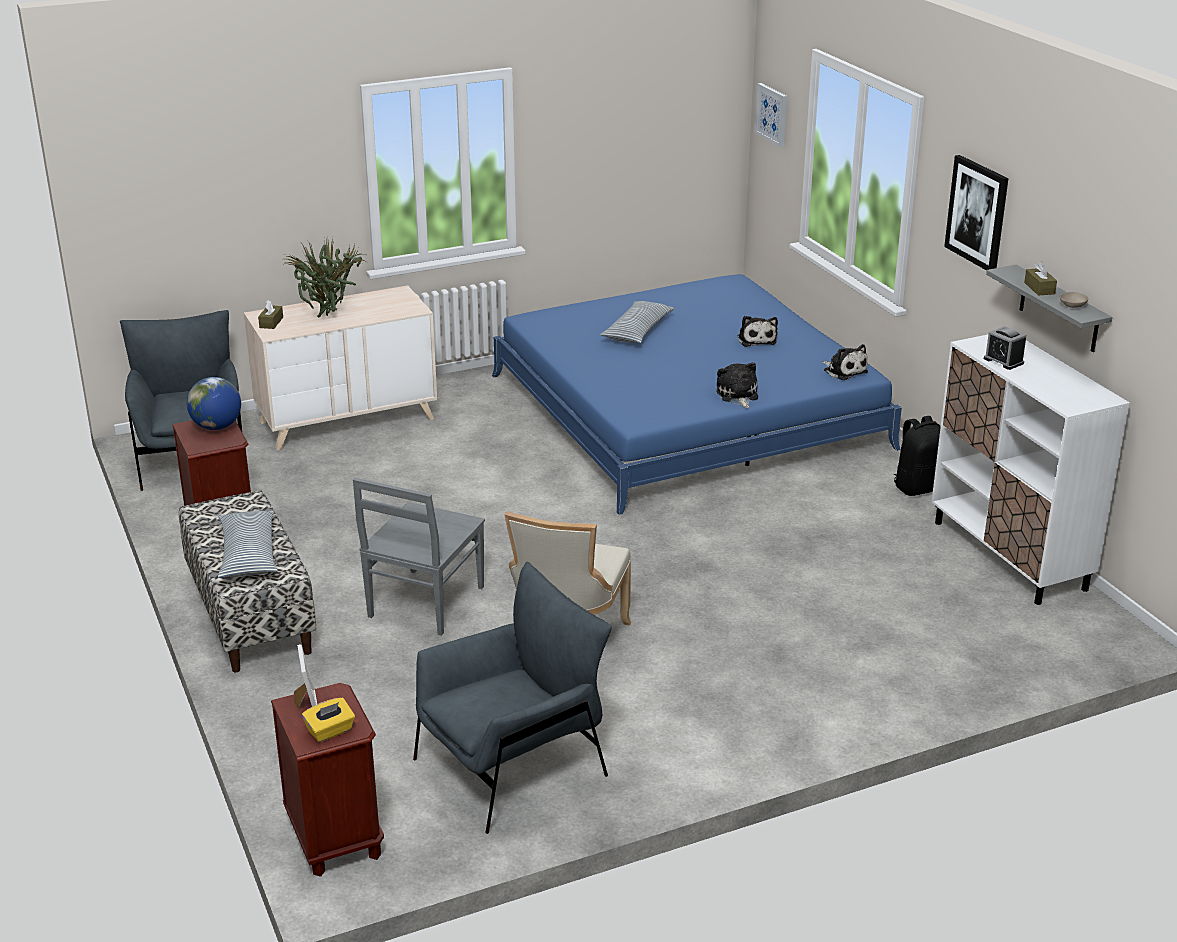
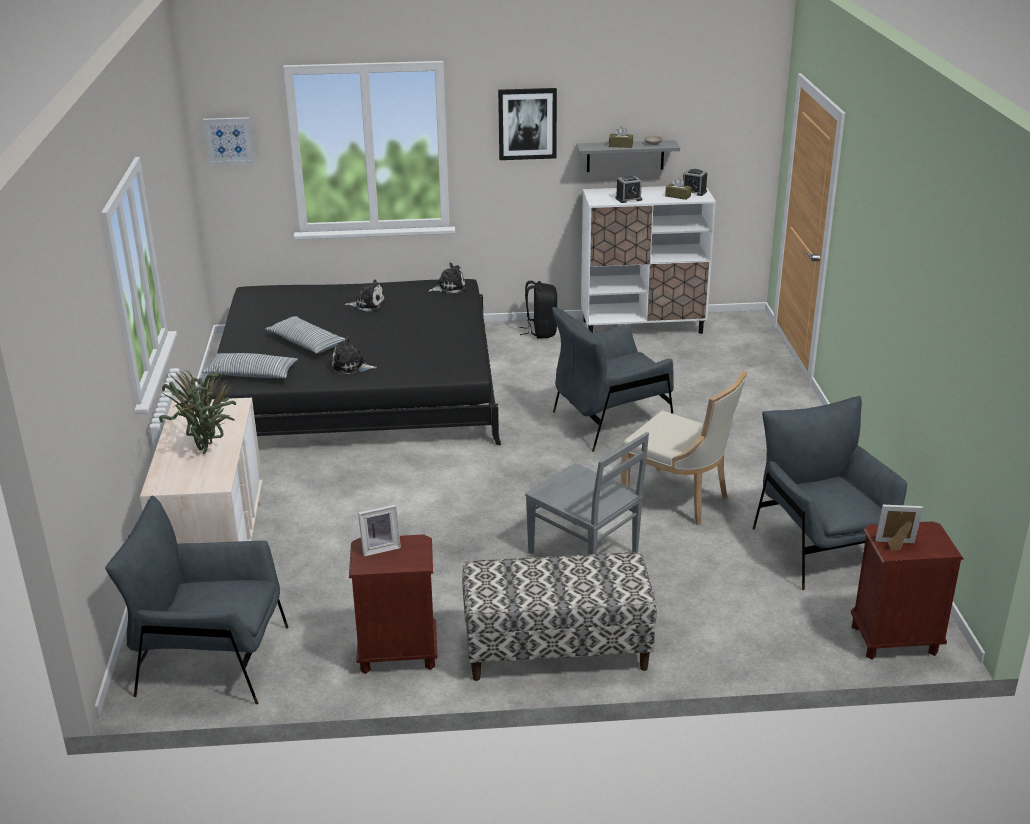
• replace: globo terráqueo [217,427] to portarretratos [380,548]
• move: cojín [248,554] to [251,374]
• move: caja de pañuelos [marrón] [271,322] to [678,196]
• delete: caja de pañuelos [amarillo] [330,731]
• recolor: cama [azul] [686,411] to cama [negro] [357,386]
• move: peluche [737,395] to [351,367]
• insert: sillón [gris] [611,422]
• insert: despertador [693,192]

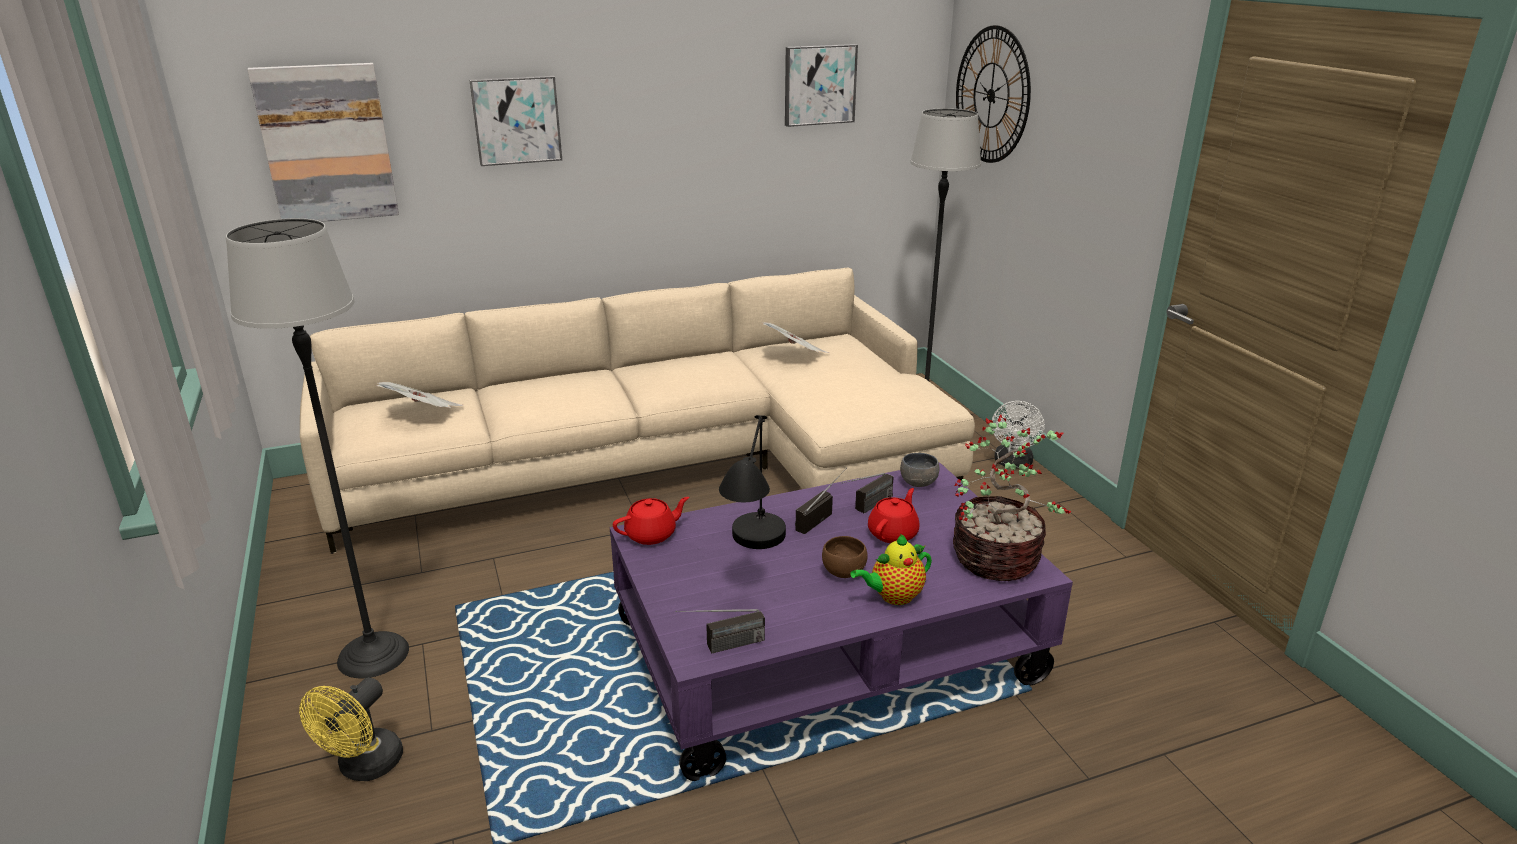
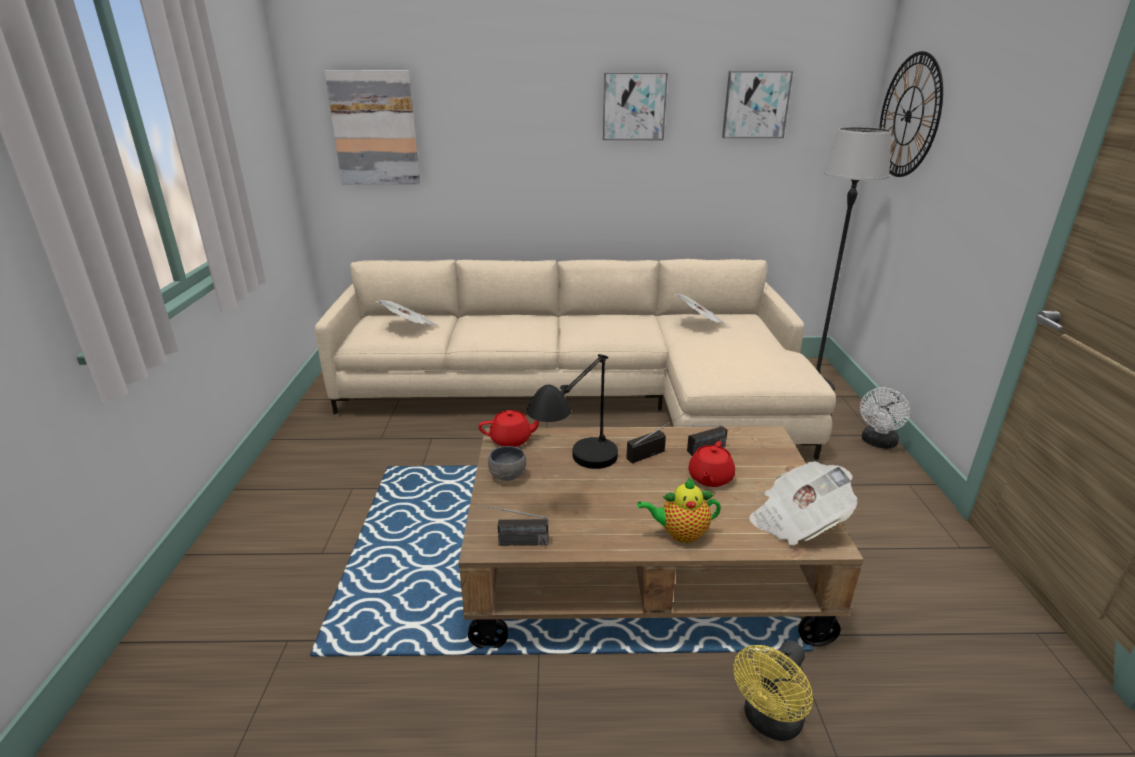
• delete: lámpara de pie [374,654]
• move: ventilador [amarillo] [364,767] to [769,722]
• move: cuadro [516,120] to [634,106]
• recolor: mesa de centro [morado] [826,650] to mesa de centro [marrón] [640,565]
• delete: cuenco [marrón] [842,571]
• rotate: tetera [rojo] [893,533] = [710,478] 150 degrees clockwise
• move: cuenco [gris] [918,482] to [508,475]
• replace: planta en maceta [998,559] to periódico [797,521]

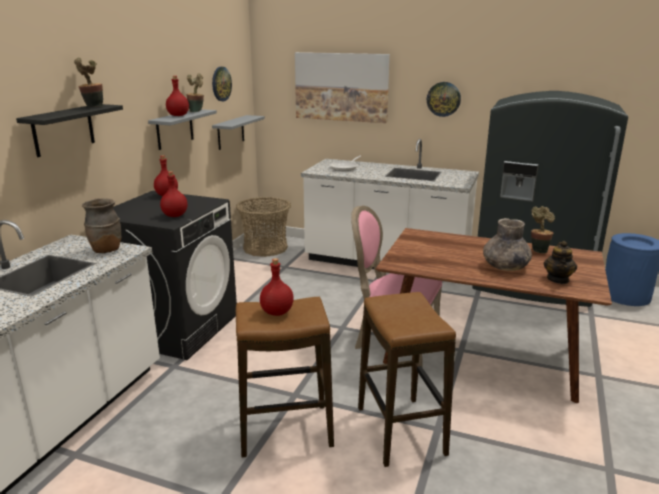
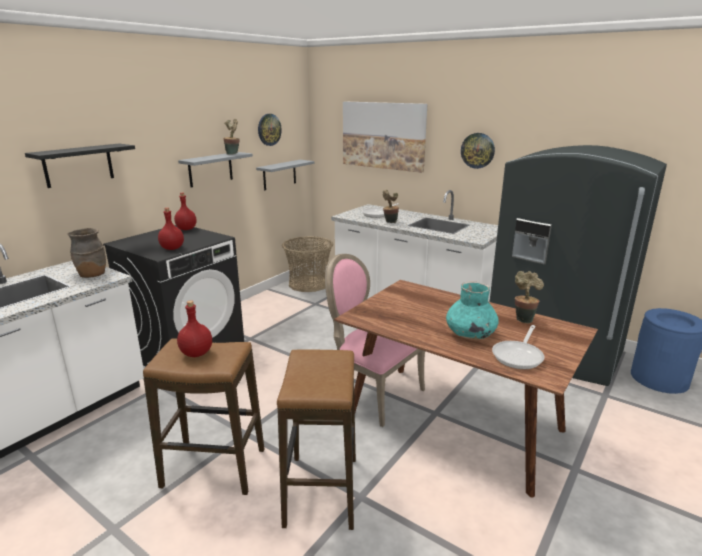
• move: planta en maceta [92,107] to [389,222]
• delete: botella [rojo] [178,115]
• recolor: florero [gris] [505,267] to florero [turquesa] [470,333]
• replace: tetera [558,279] to sartén [519,356]

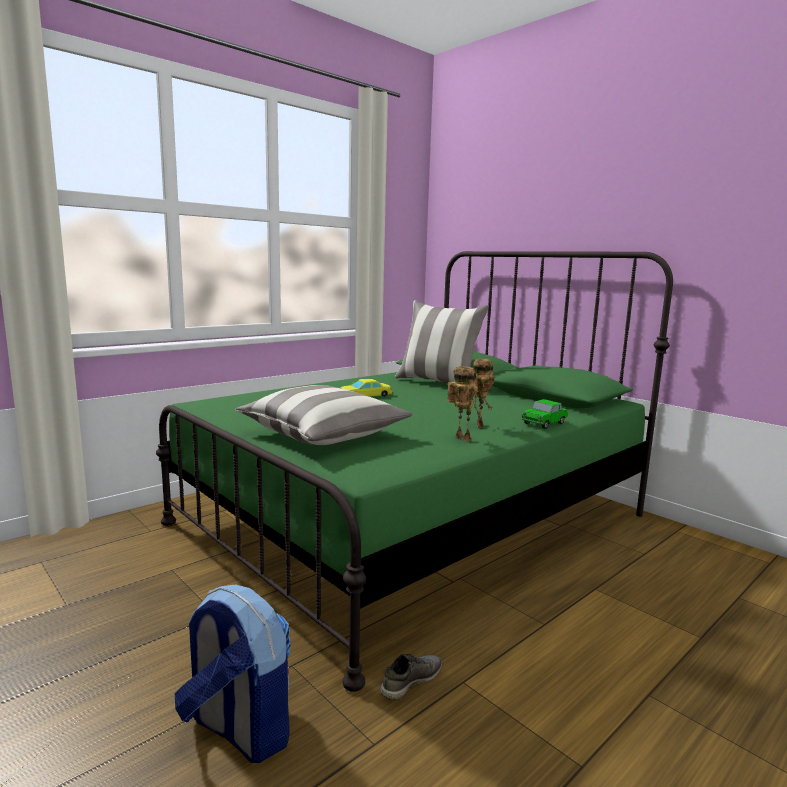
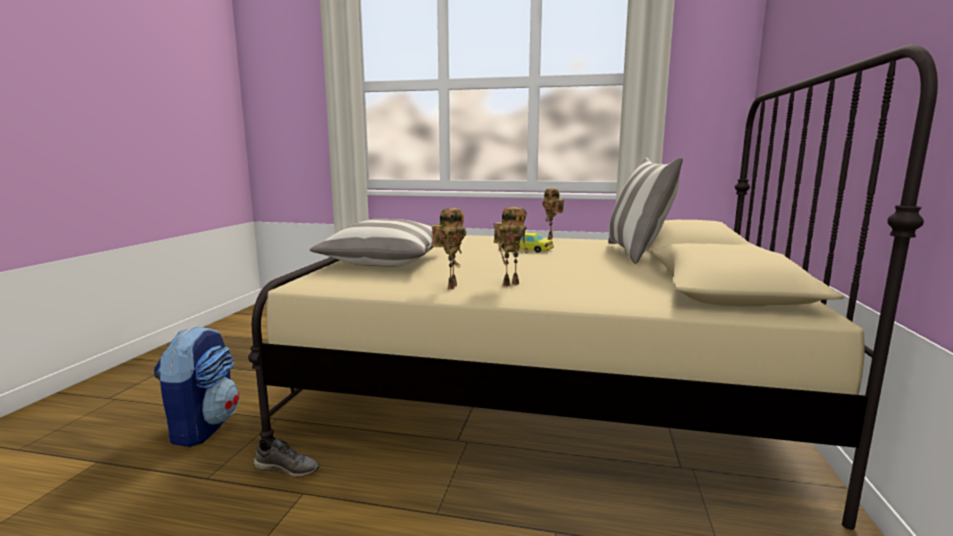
• recolor: cama [verde] [414,519] to cama [beis] [543,388]
• delete: coche de juguete [544,423]
• insert: robot de juguete [551,239]

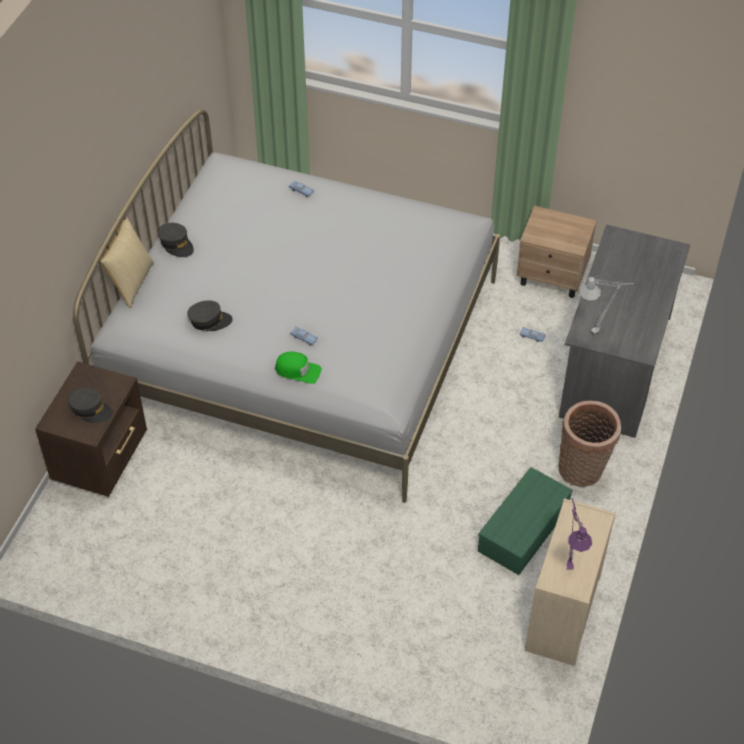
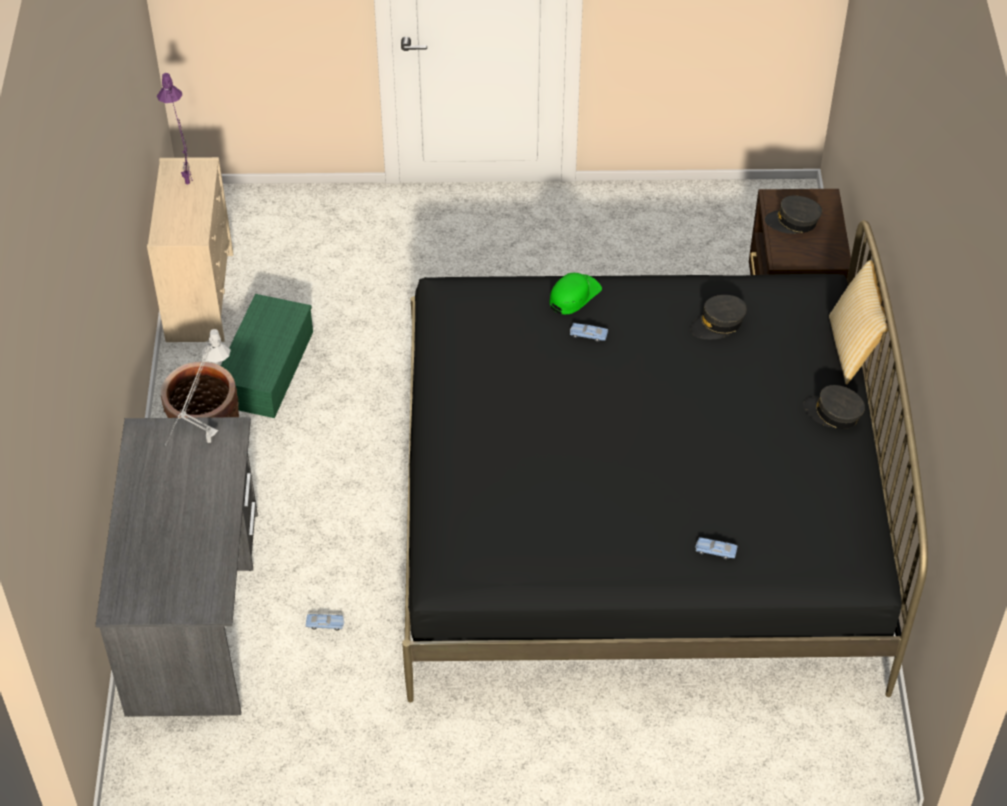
• recolor: cama [blanco] [302,344] to cama [negro] [638,517]
• rotate: gorra [verde] [298,370] = [574,295] 135 degrees clockwise
• delete: mesita de noche [beis] [553,277]

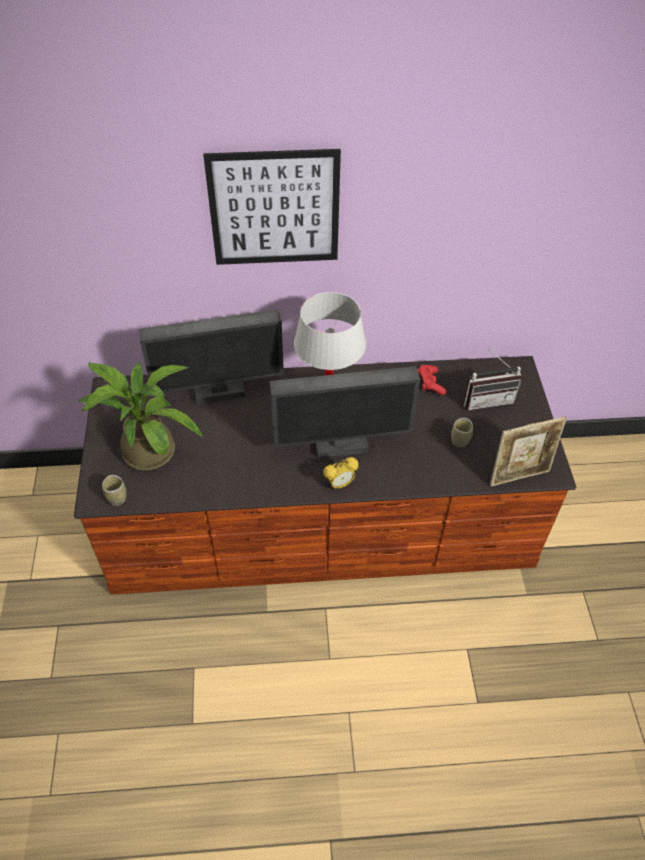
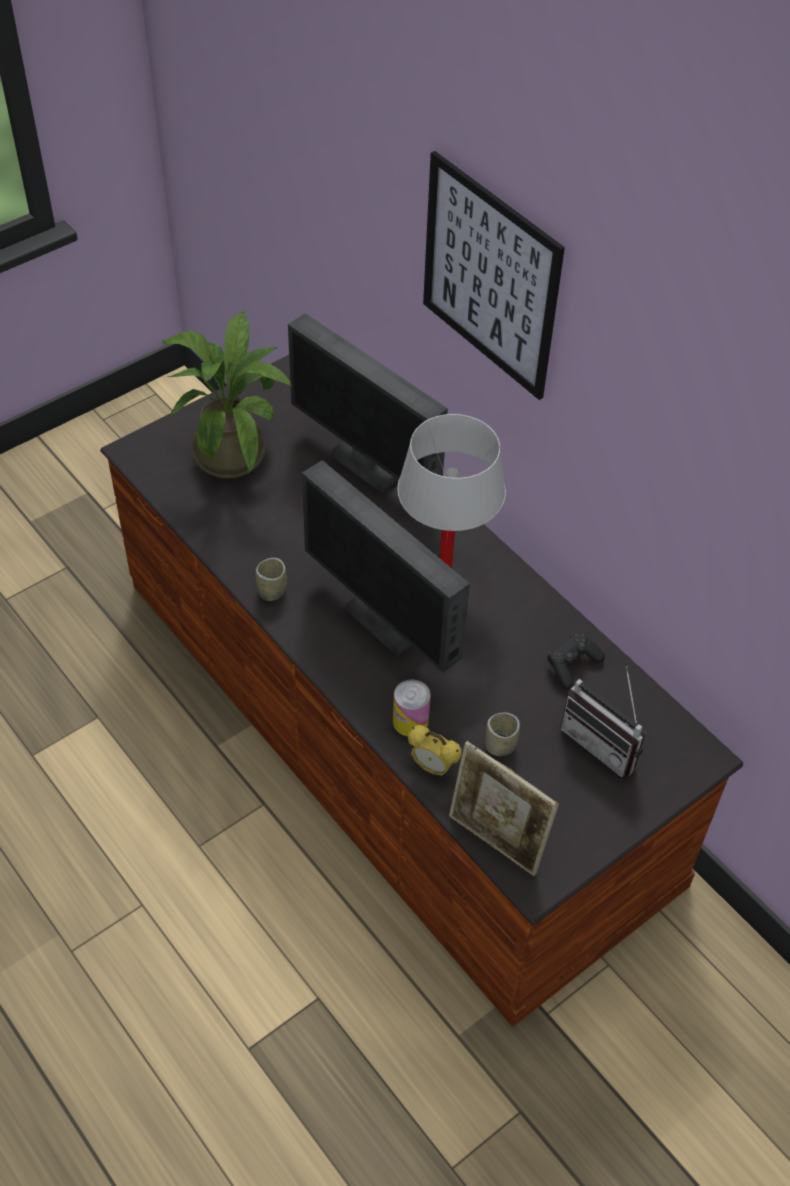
• move: taza [117,498] to [272,591]
• move: despertador [340,484] to [432,767]
• recolor: mando de consola [rojo] [430,384] to mando de consola [negro] [572,666]
• insert: lata [410,721]

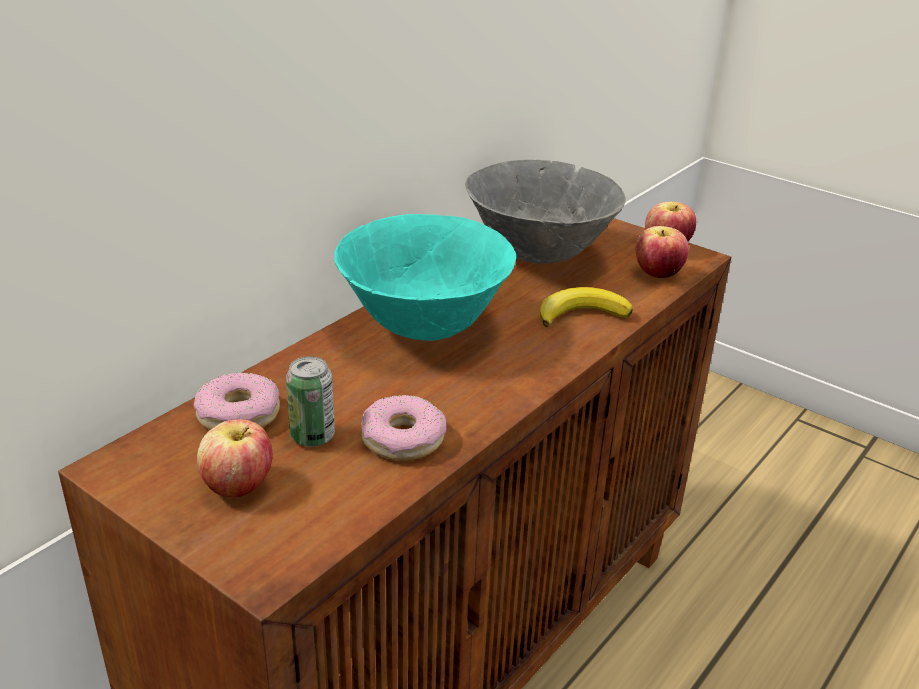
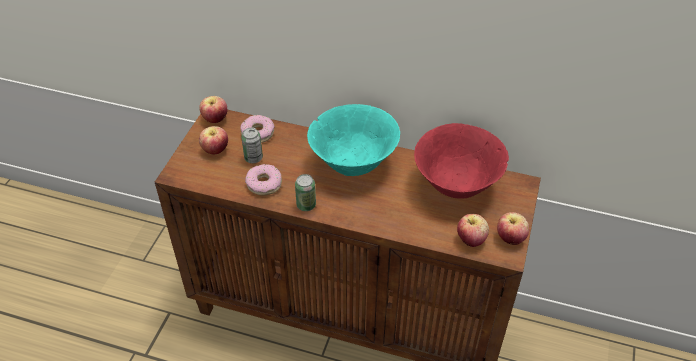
• recolor: cuenco [gris] [538,256] to cuenco [rojo] [456,185]
• delete: plátano [581,314]
• insert: manzana [215,119]
• insert: lata [306,205]

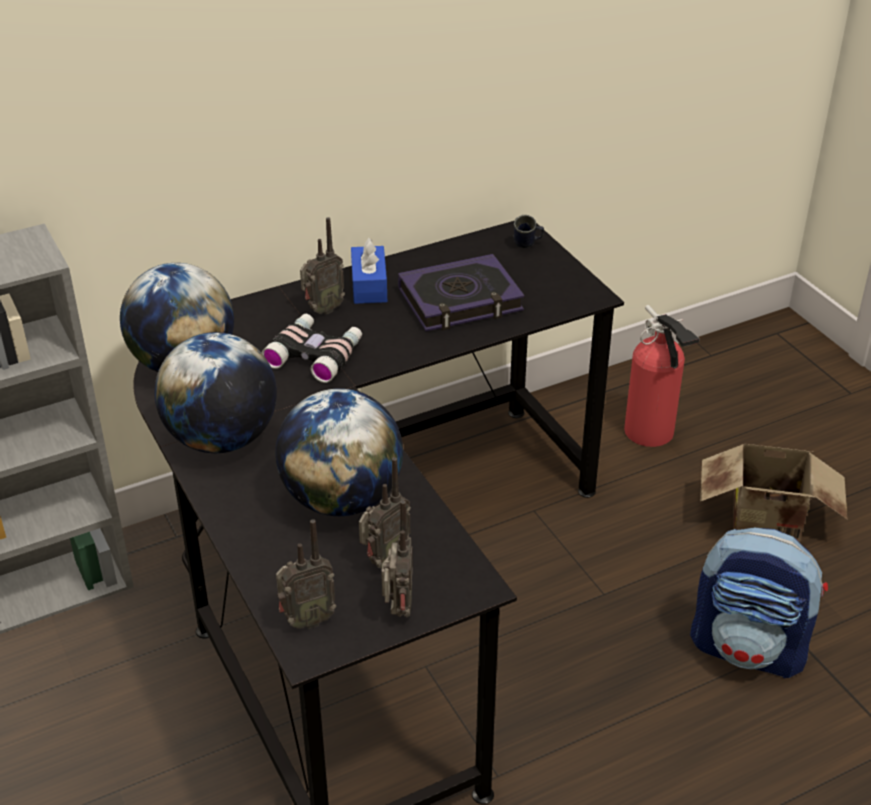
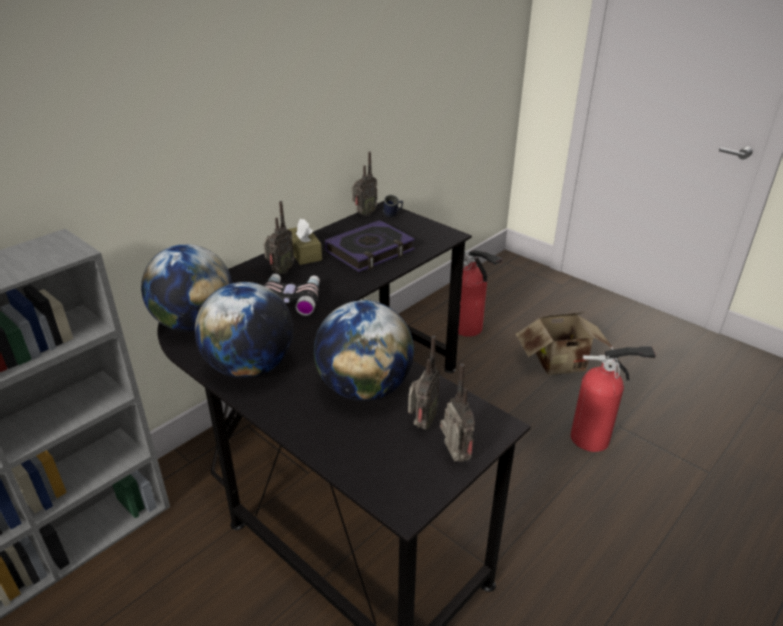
• move: radio [306,620] to [364,214]
• recolor: caja de pañuelos [azul] [369,285] to caja de pañuelos [marrón] [304,253]
• replace: mochila [749,648] to extintor [594,438]

